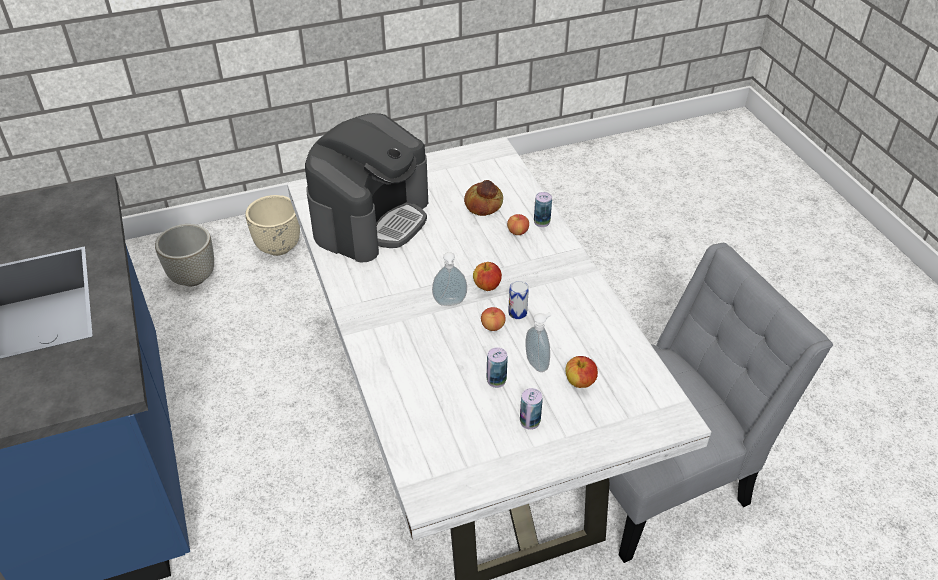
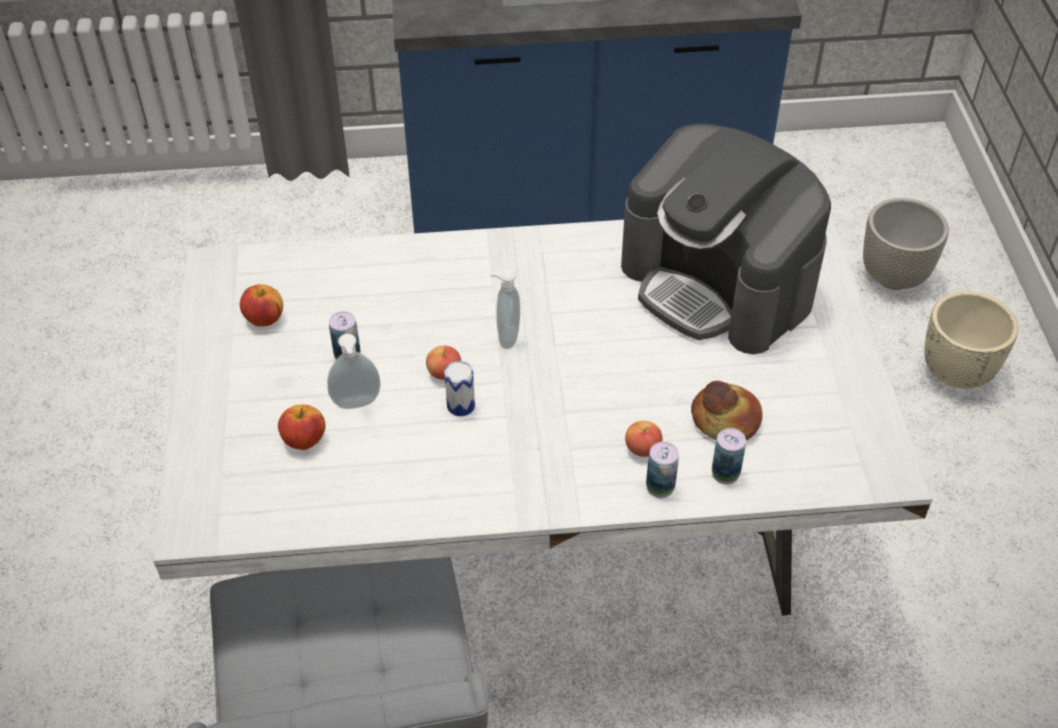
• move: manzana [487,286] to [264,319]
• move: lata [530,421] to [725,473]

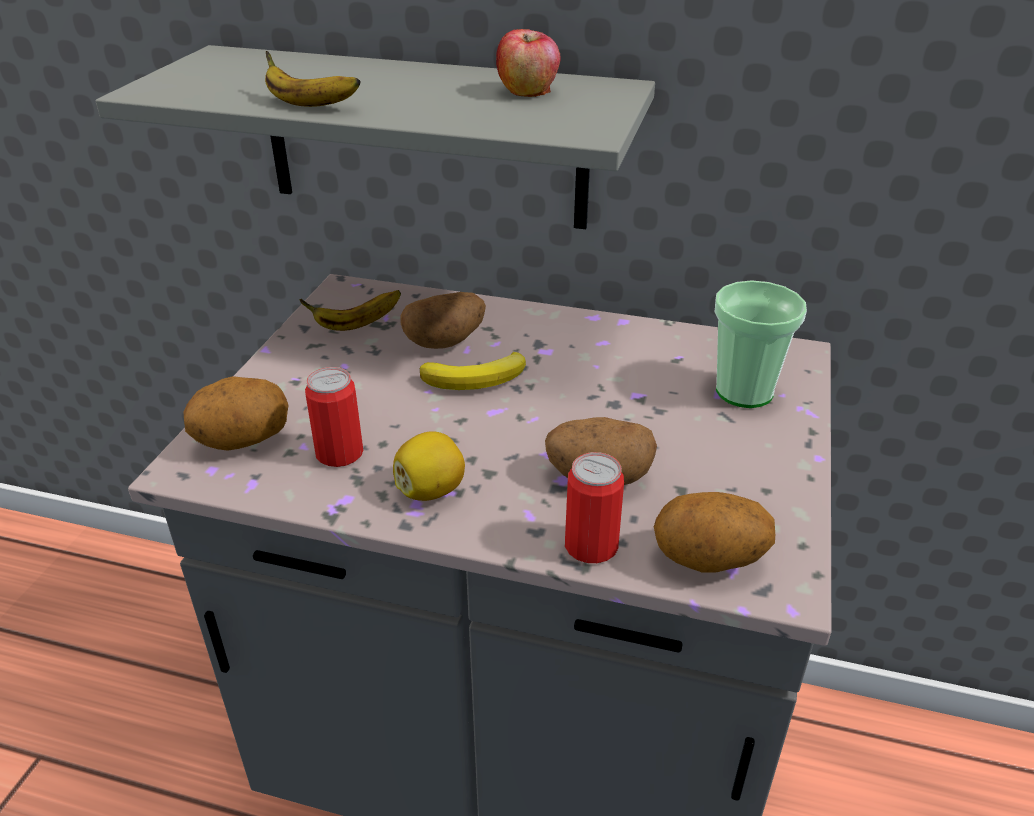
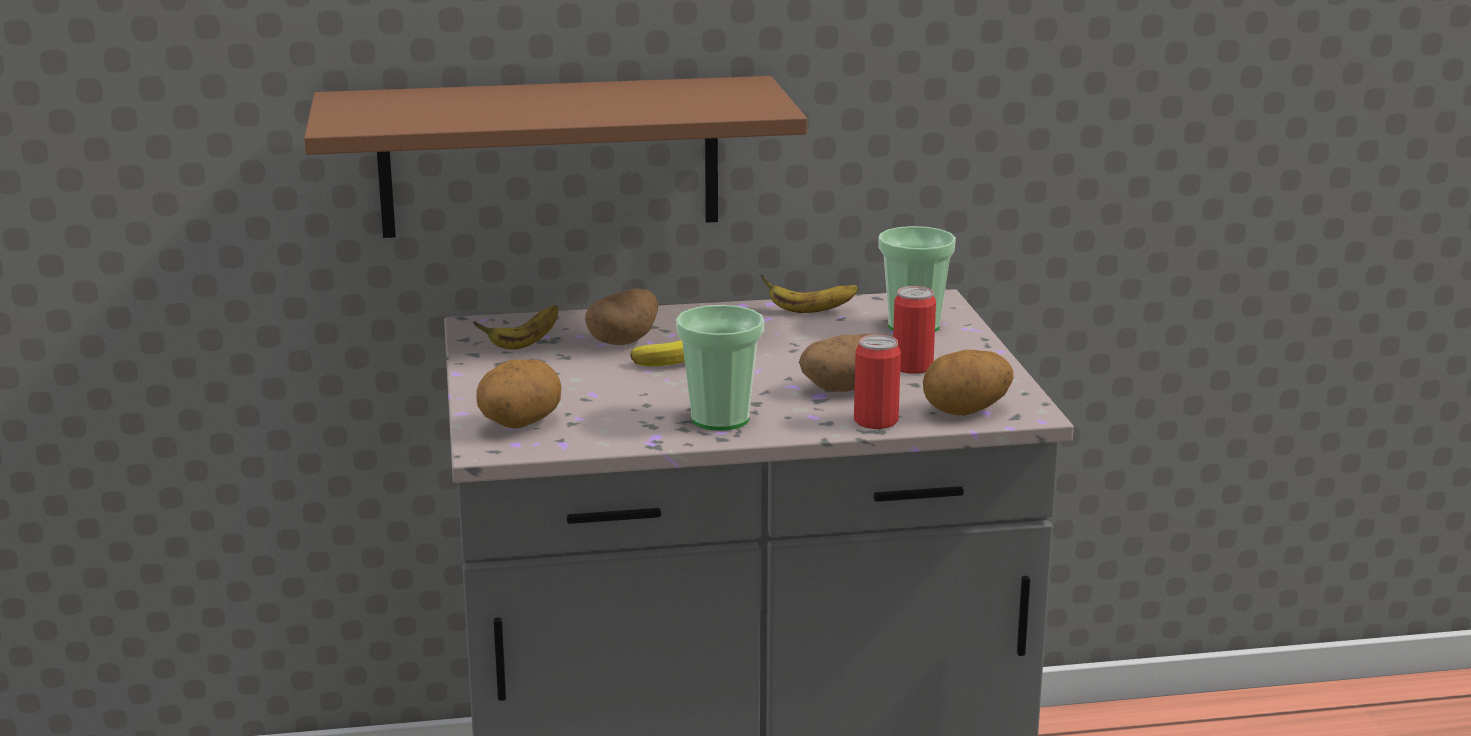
• recolor: estante [gris] [424,138] to estante [marrón] [549,157]
• move: plátano [308,104] to [809,311]
• move: lata [339,453] to [912,367]
• replace: limón [431,490] to taza [720,419]
• delete: manzana [528,91]

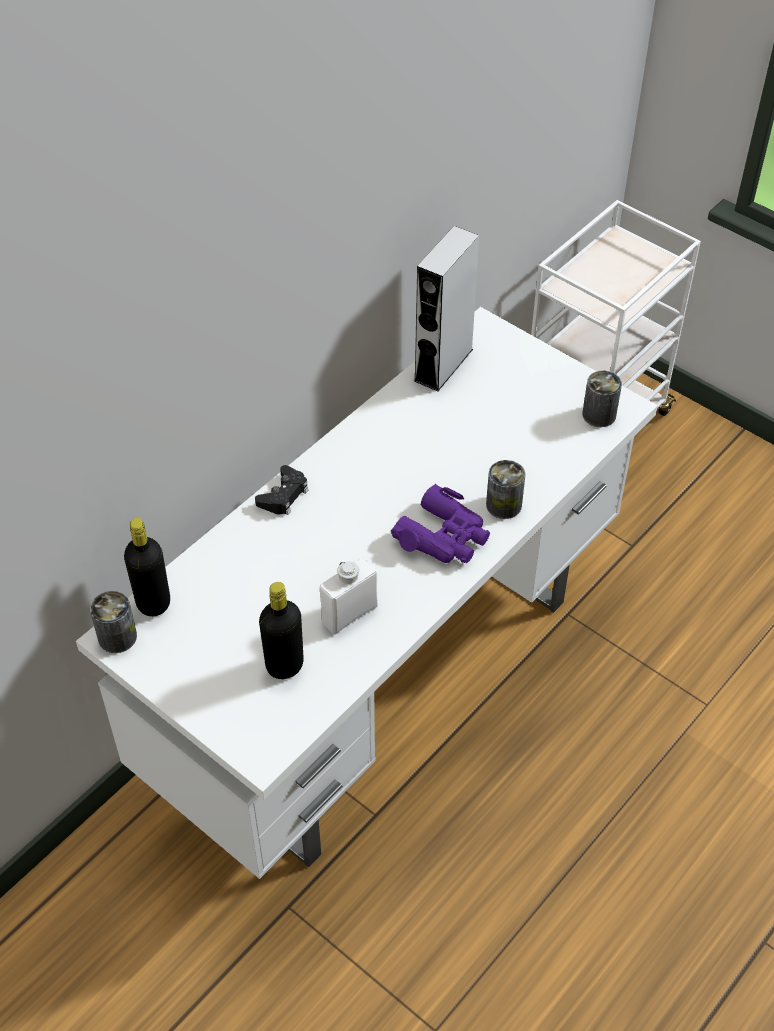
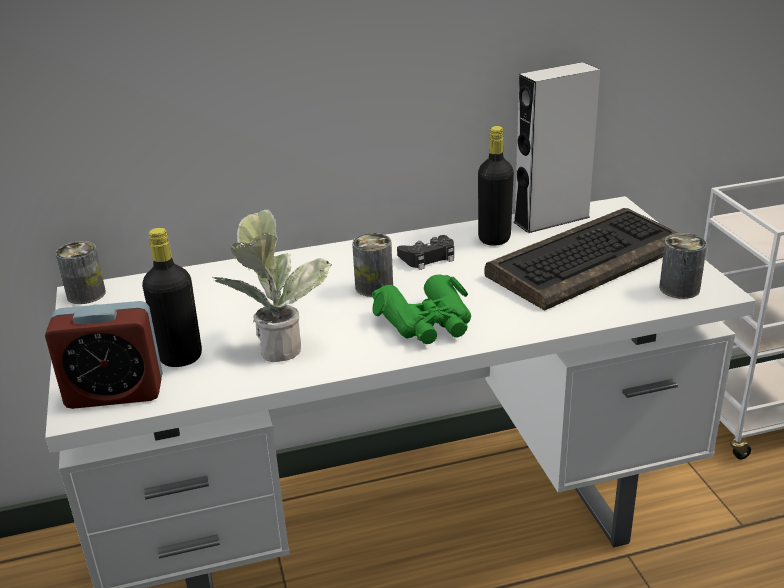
• move: botella [negro] [153,603] to [494,239]
• move: mando de consola [negro] [283,495] to [428,258]
• replace: botella [blanco] [349,614] to planta en maceta [278,344]
• recolor: prismáticos [morado] [444,536] to prismáticos [verde] [427,322]
• move: lata [503,505] to [374,287]
• insert: despertador [115,393]
• insert: teclado [586,260]

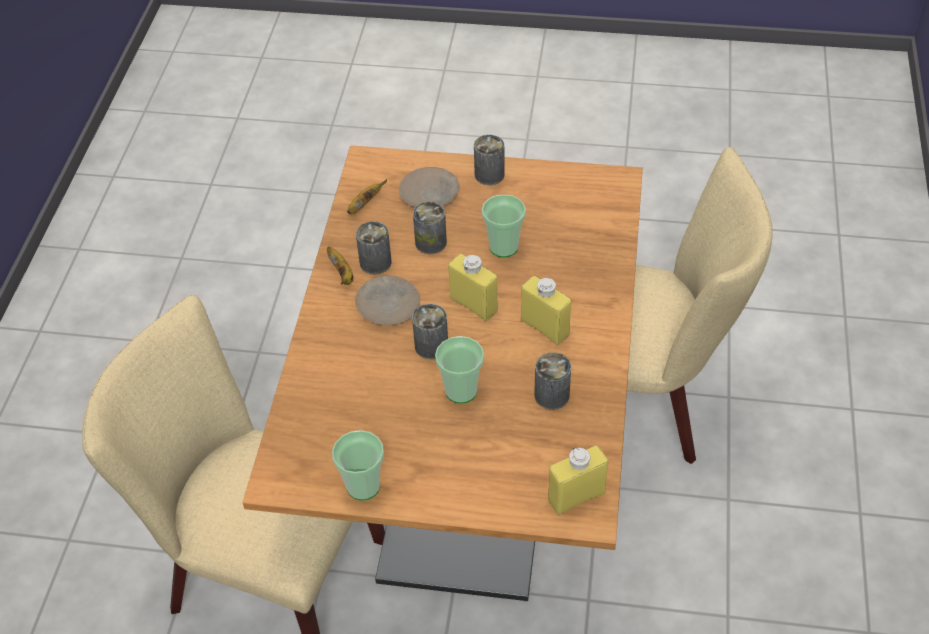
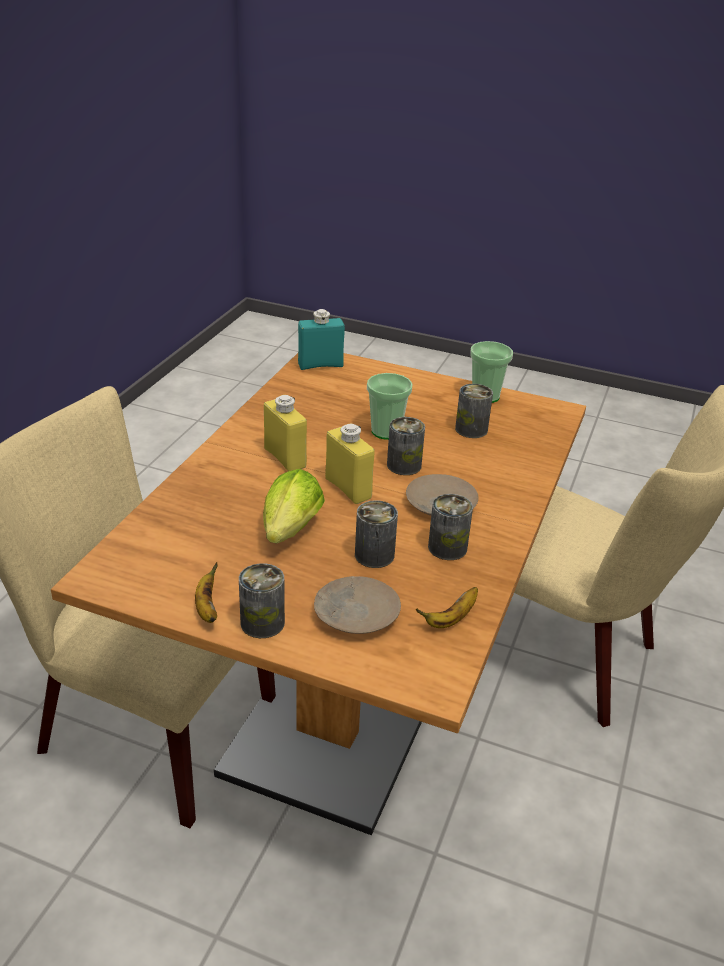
• move: plátano [342,274] to [207,608]
• replace: taza [503,247] to lechuga [289,533]
• move: lata [551,395] to [471,429]
• recolor: botella [amarillo] [576,496] to botella [turquesa] [320,365]

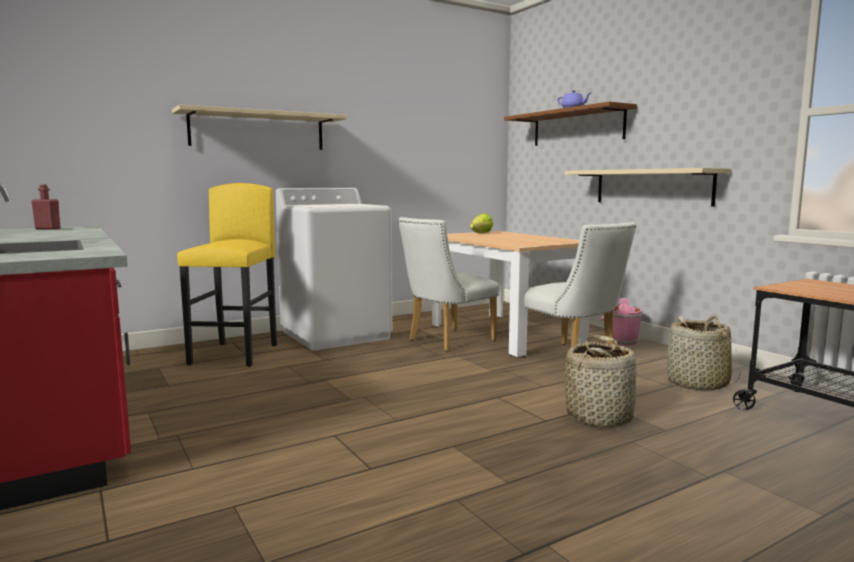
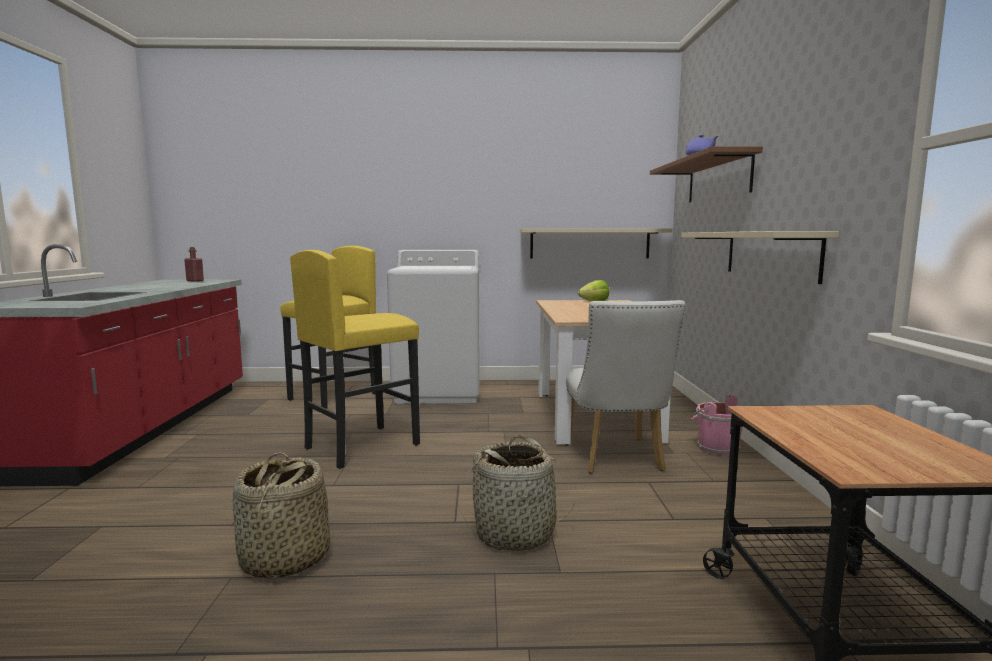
• move: estante [beis] [258,131] to [589,243]
• delete: silla [blanco] [446,341]
• move: cesta [697,384] to [284,559]
• insert: taburete [amarillo] [361,446]

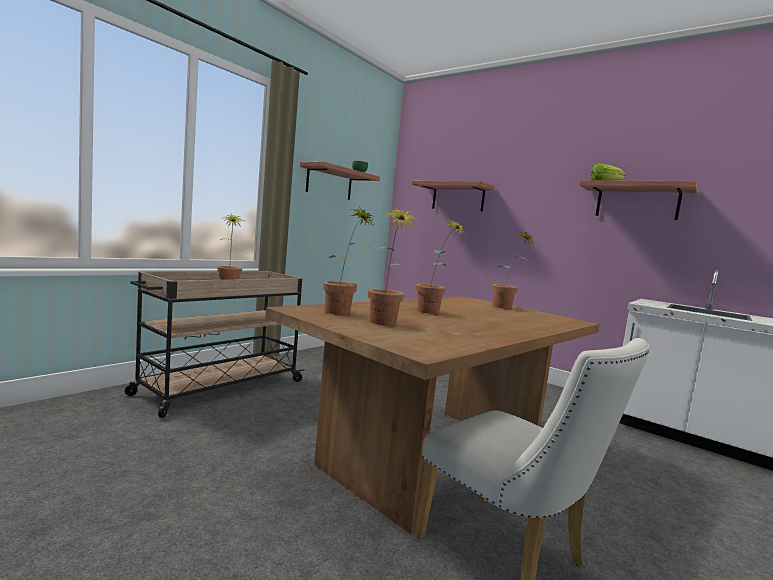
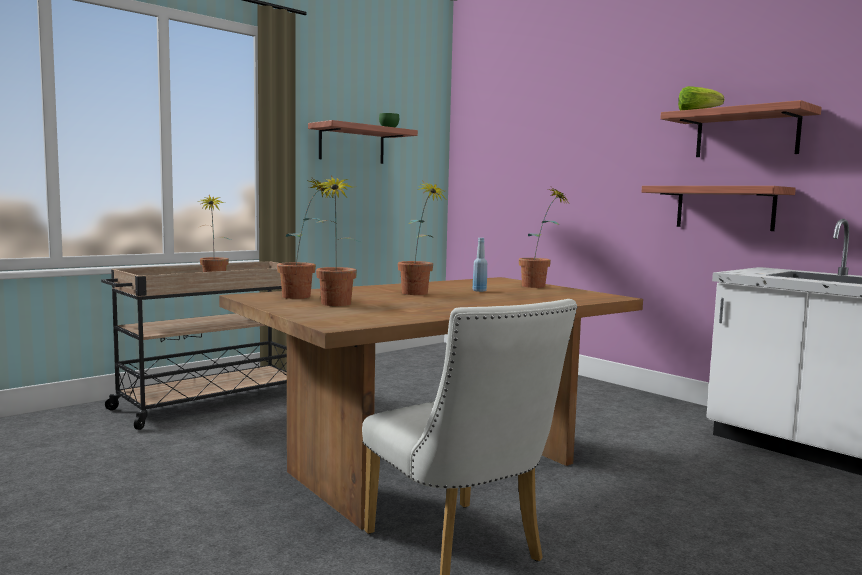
• move: estante [458,197] to [725,208]
• insert: botella [azul] [479,291]

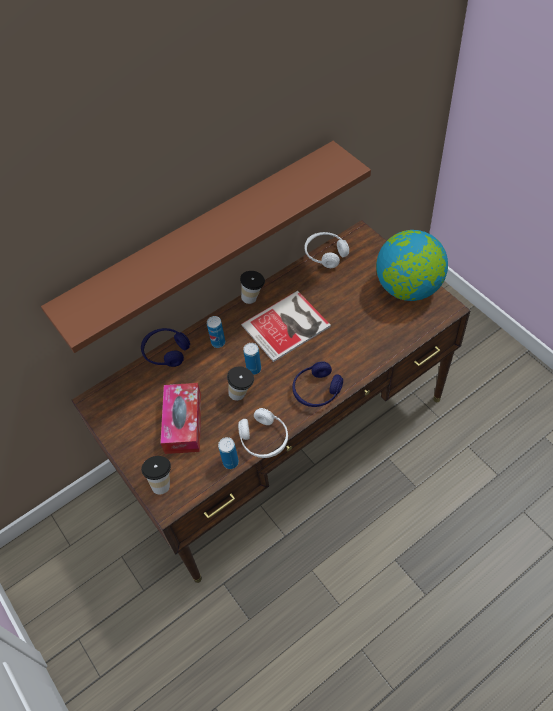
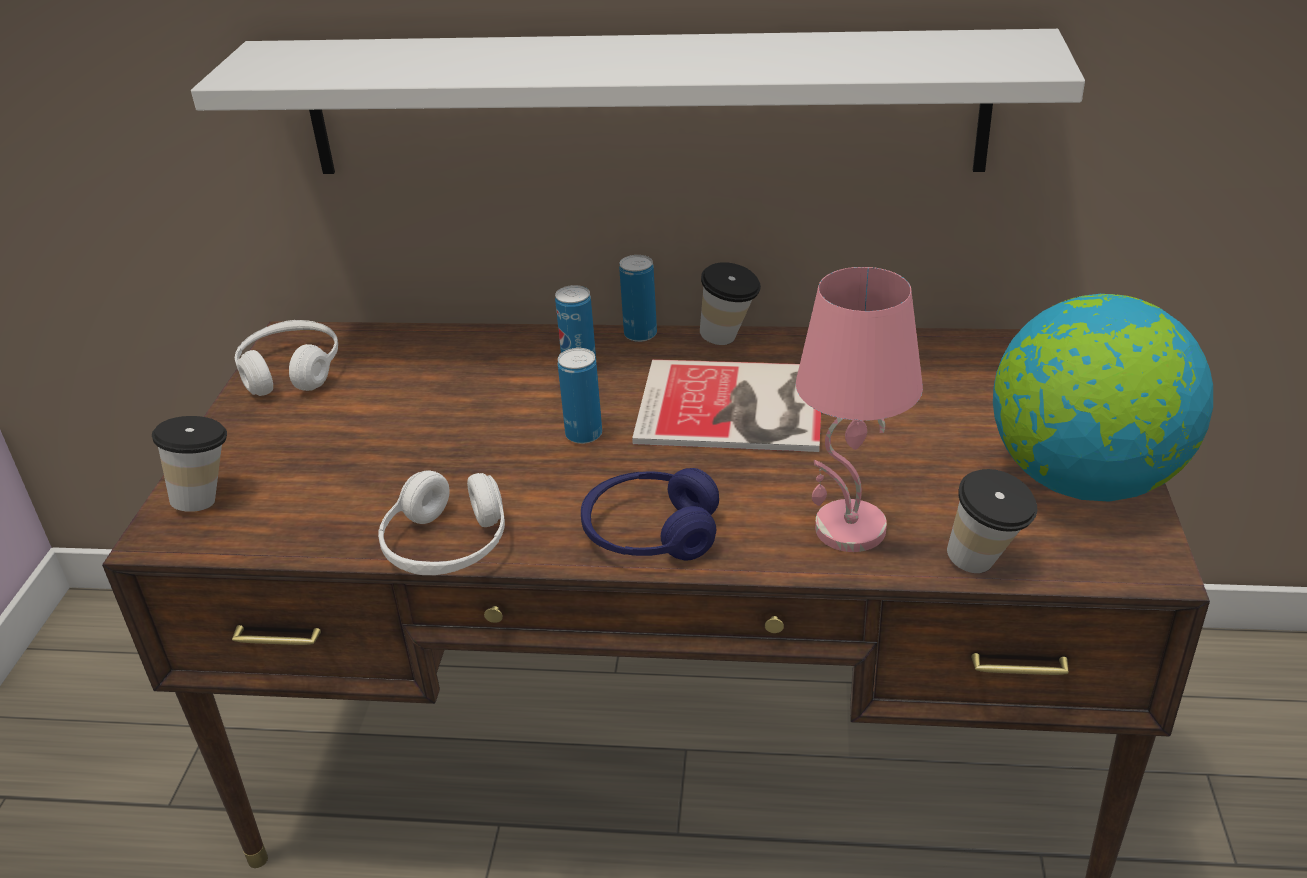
• recolor: estante [marrón] [202,238] to estante [blanco] [641,105]
• delete: auriculares [azul] [166,352]
• delete: caja de pañuelos [183,423]
• move: lata [230,462] to [640,334]
• move: taza [242,394] to [985,565]
• move: auriculares [blanco] [325,254] to [291,371]
• insert: lámpara de mesa [rosa] [849,530]

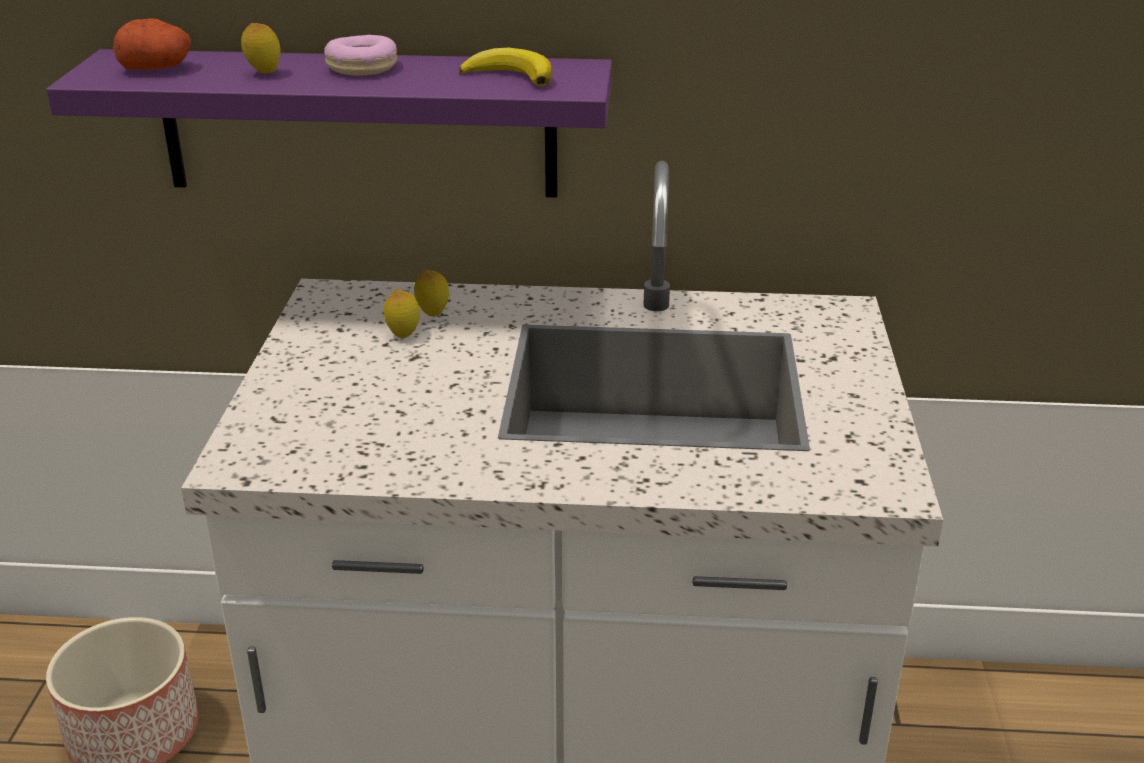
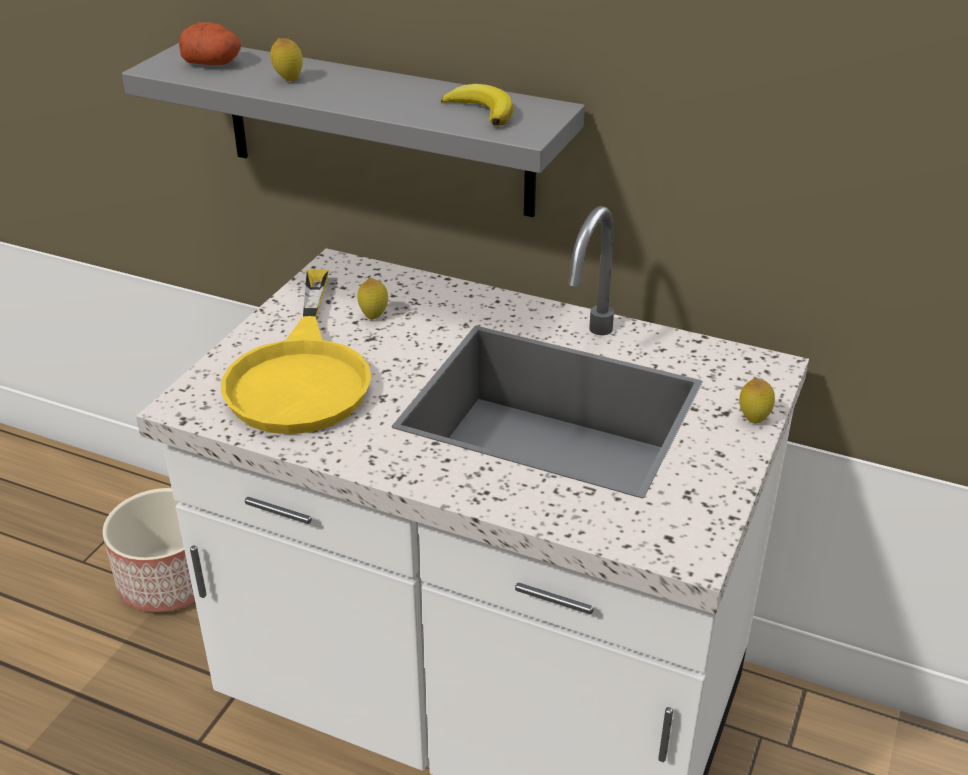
• recolor: estante [morado] [359,124] to estante [gris] [377,128]
• delete: rosquilla [362,67]
• move: limón [433,313] to [753,419]
• insert: sartén [amarillo] [301,375]

